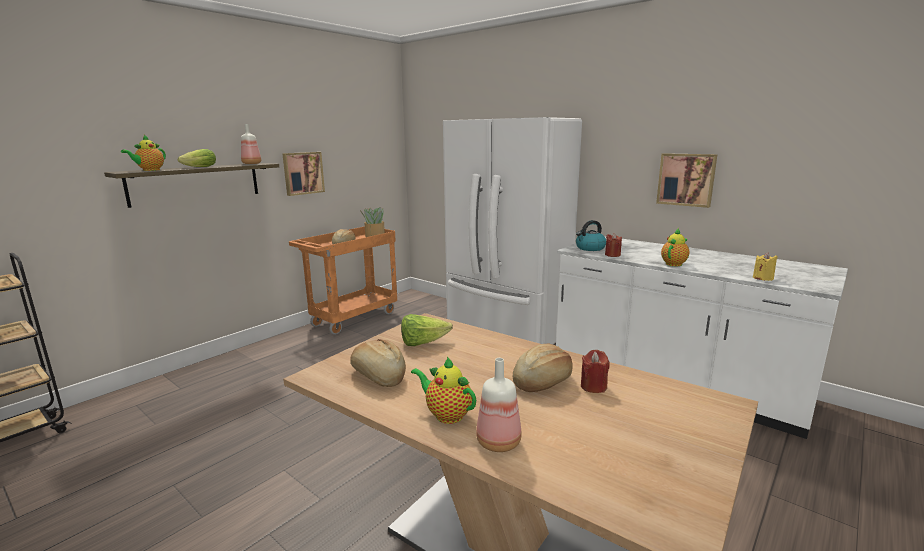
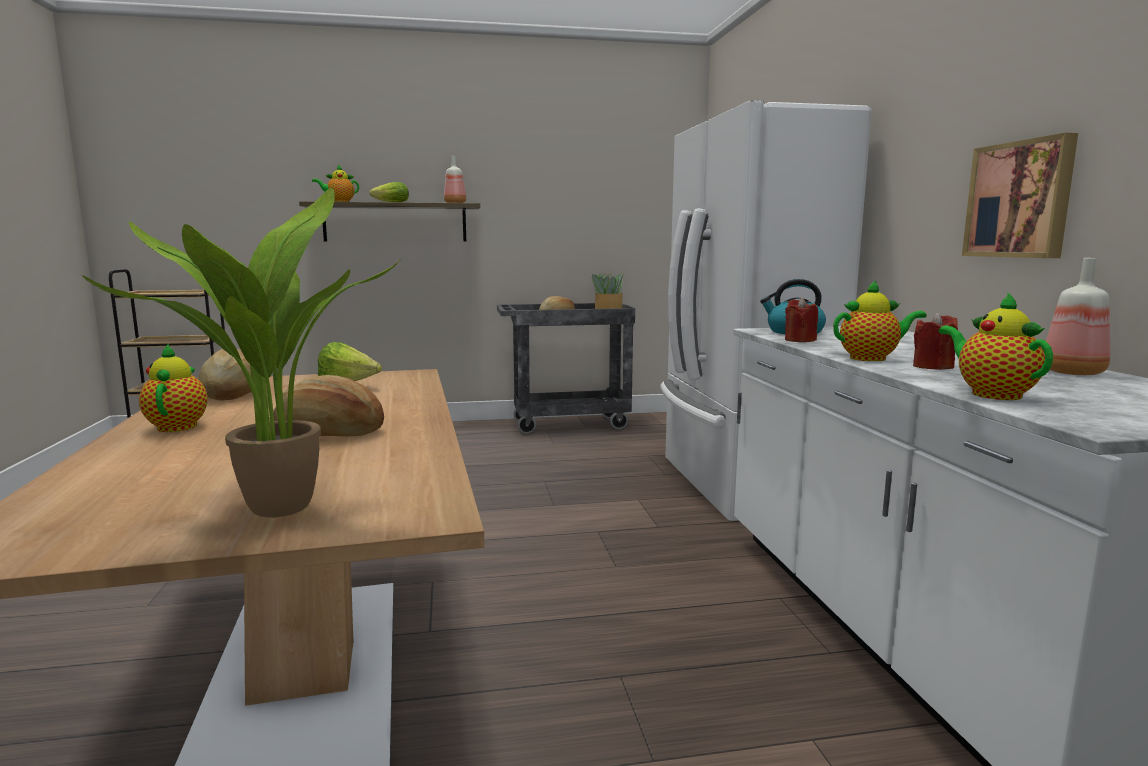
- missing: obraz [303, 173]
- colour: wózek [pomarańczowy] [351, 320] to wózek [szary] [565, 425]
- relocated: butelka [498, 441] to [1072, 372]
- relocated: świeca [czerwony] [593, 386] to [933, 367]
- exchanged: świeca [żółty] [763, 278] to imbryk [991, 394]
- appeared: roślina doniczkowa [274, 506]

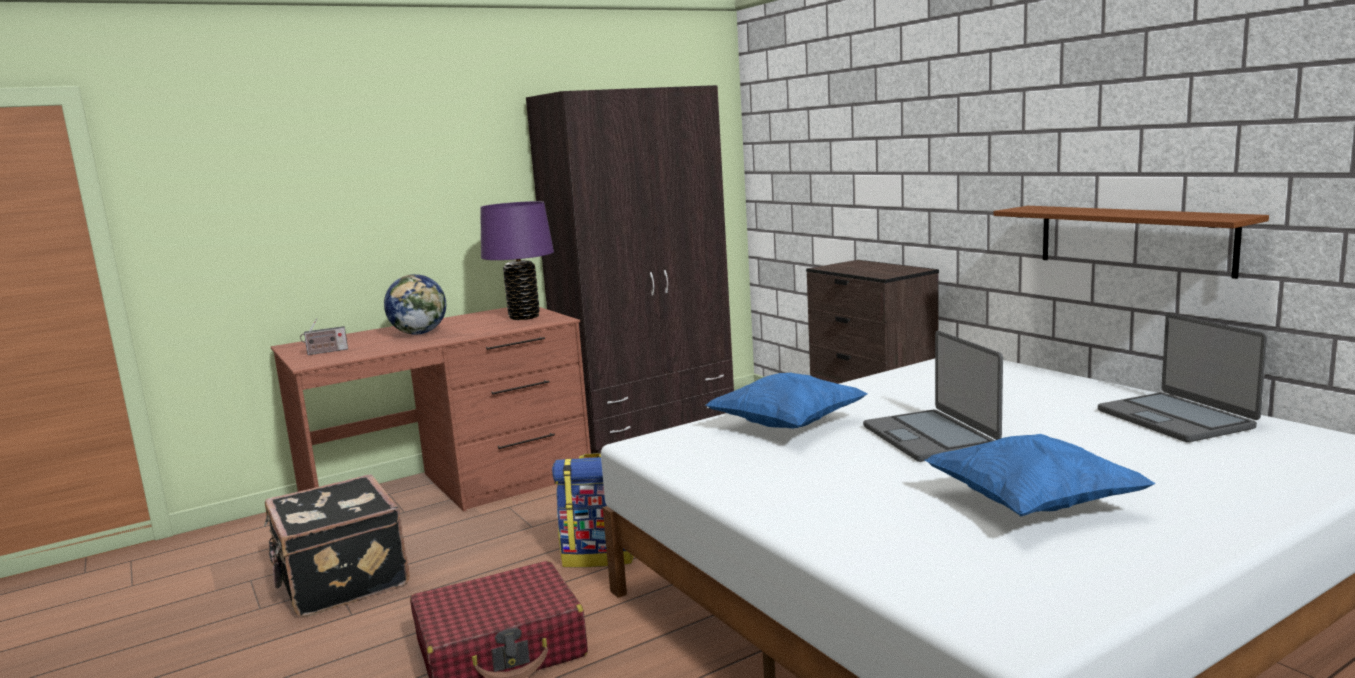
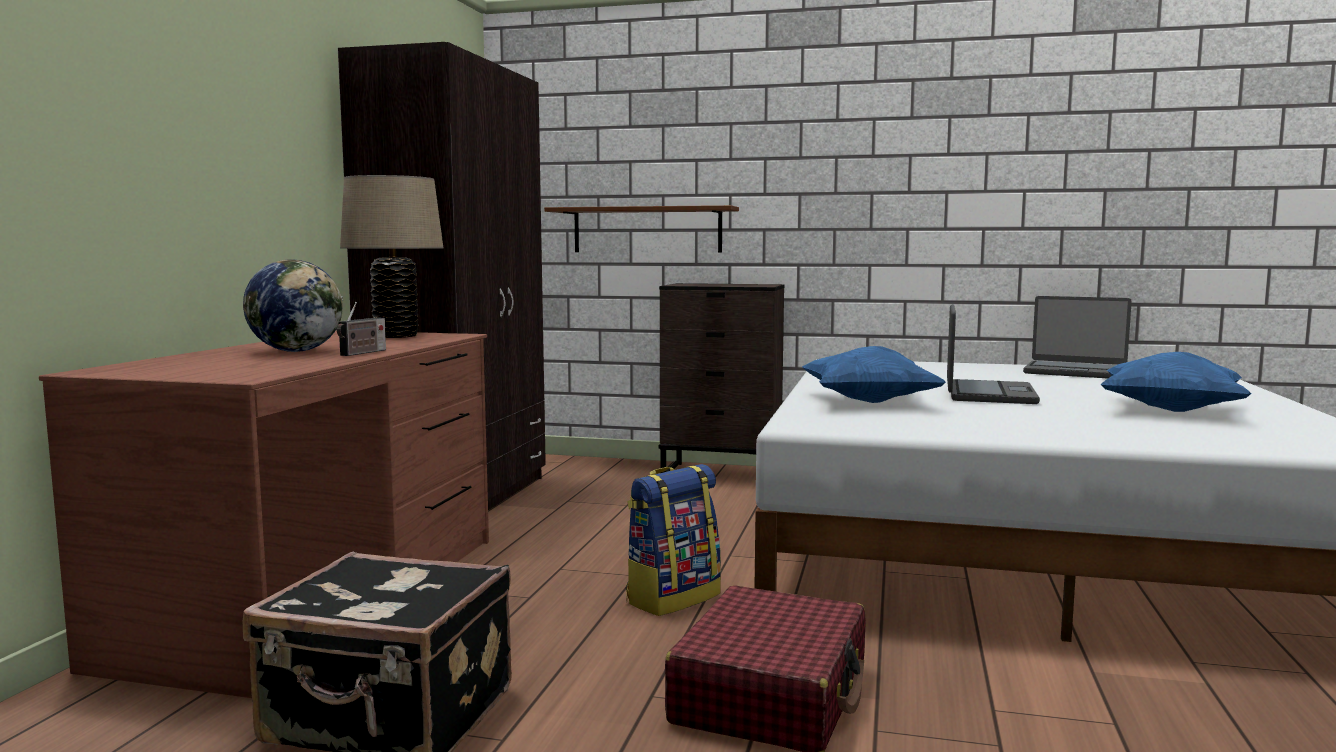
- relocated: radio [325, 352] to [362, 353]
- colour: lampa stołowa [fioletowy] [524, 317] to lampa stołowa [beżowy] [396, 336]
- spun: laptop [930, 437] = [988, 394] 105 degrees counterclockwise
- relocated: półka [brązowy] [1133, 239] to [647, 230]

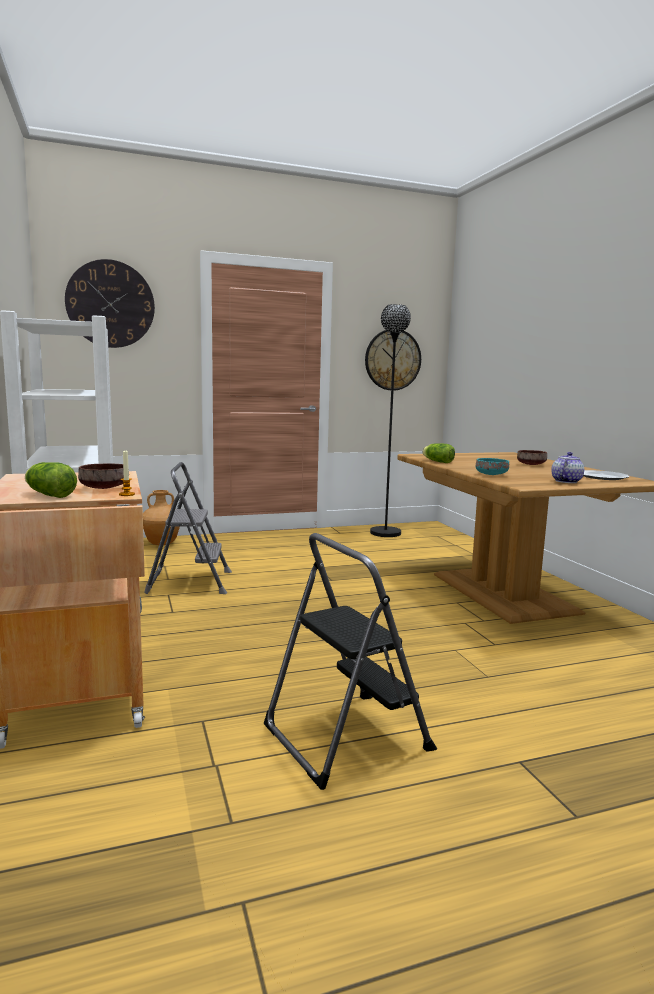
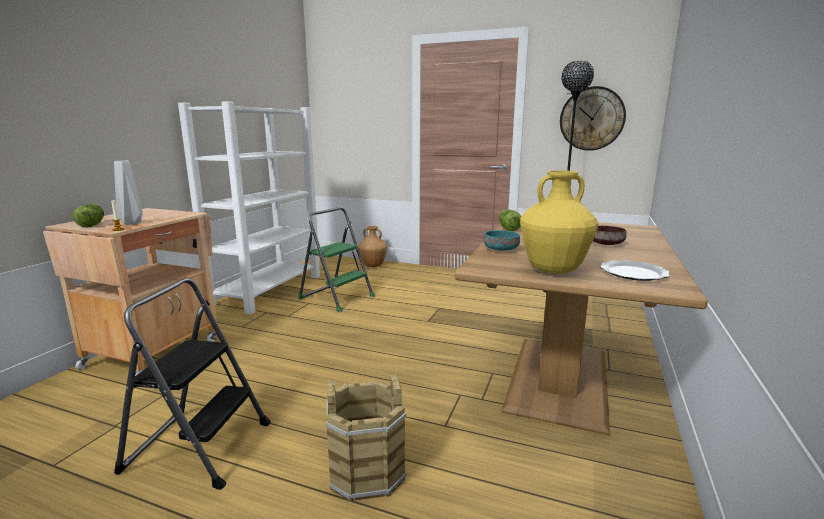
- missing: zegar ścienny [110, 304]
- exchanged: miska [brązowy] [103, 488] to wazon [szary] [133, 223]
- colour: drabinka [szary] [186, 581] to drabinka [zielony] [335, 296]
- exchanged: imbryk [566, 481] to wazon [żółty] [554, 271]
- appeared: wiadro [brązowy] [366, 471]

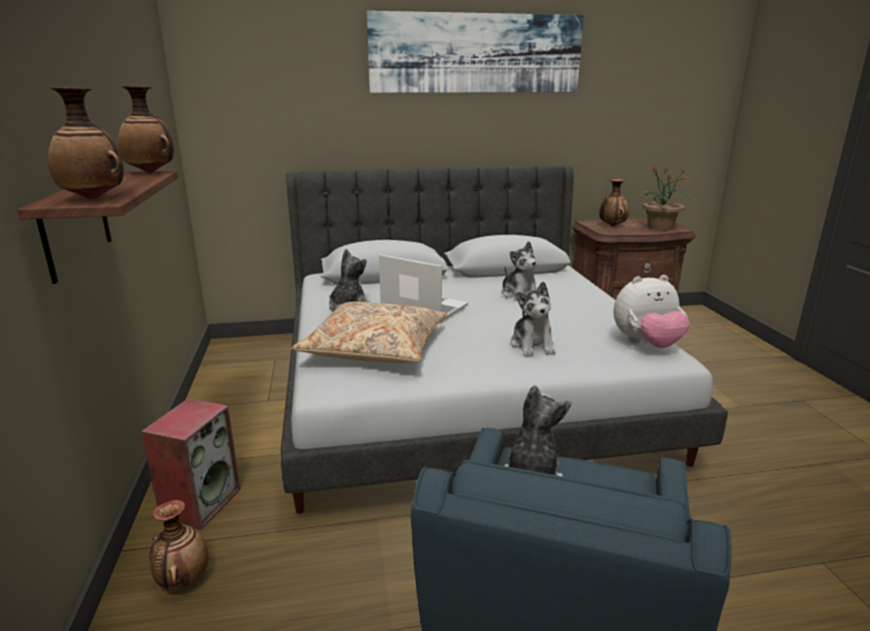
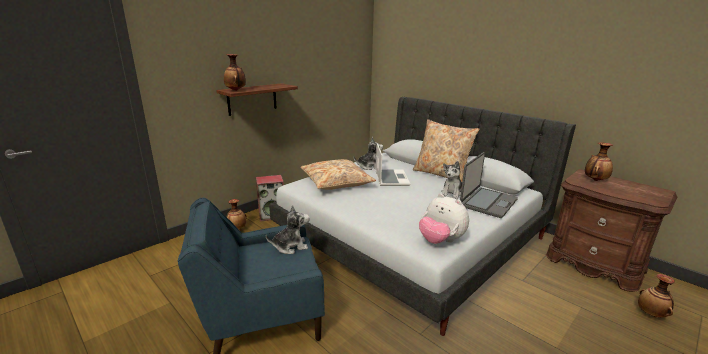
- relocated: wazon [151, 172] to [651, 314]
- missing: obraz [476, 53]
- missing: pluszak [532, 345]
- missing: roślina doniczkowa [660, 227]
- appeared: poduszka [beżowy] [441, 174]
- appeared: laptop [488, 202]

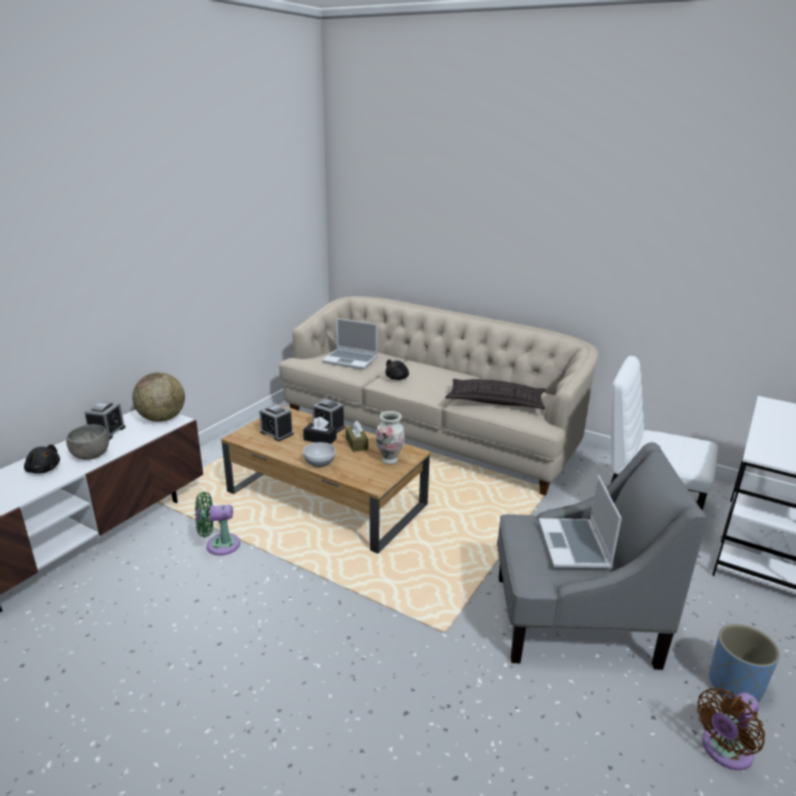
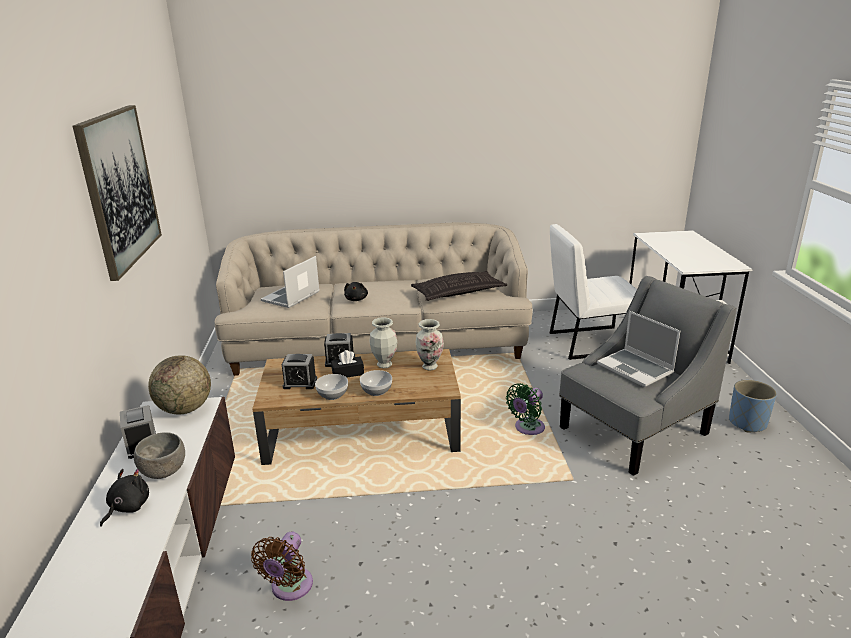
- spun: pluszak [czarny] [43, 469] = [127, 507] 60 degrees counterclockwise
- relocated: wentylator [zielony] [219, 545] to [527, 428]
- spun: laptop [351, 360] = [291, 297] 135 degrees clockwise
- exchanged: pudełko chusteczek [brązowy] [356, 443] to wazon [384, 365]
- relocated: wentylator [brązowy] [724, 751] to [289, 588]
- appeared: obraz [119, 188]
- appeared: miska [332, 394]

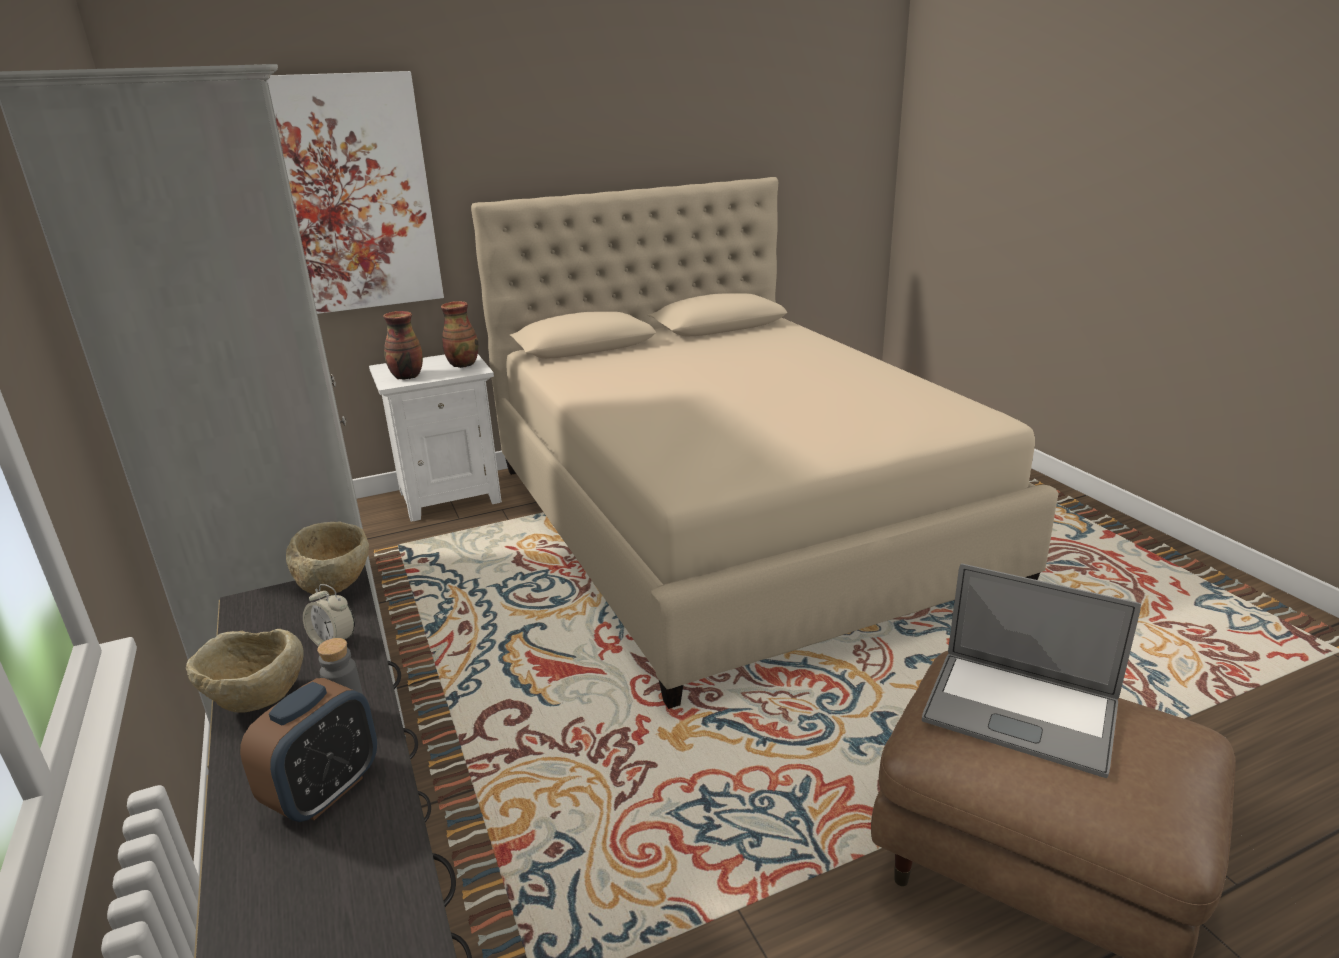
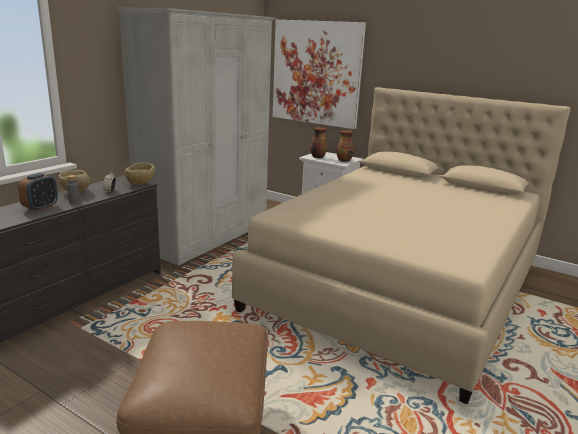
- spun: budzik [325, 791] = [40, 207] 60 degrees counterclockwise
- missing: laptop [1020, 711]

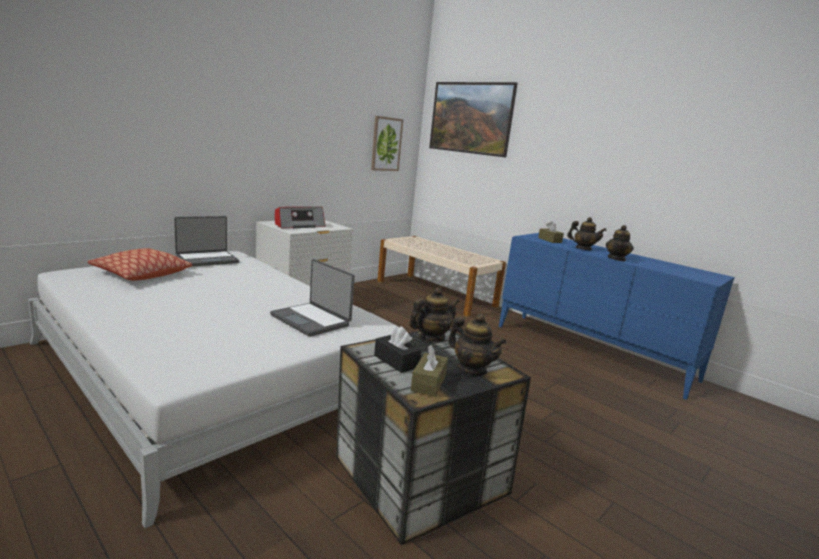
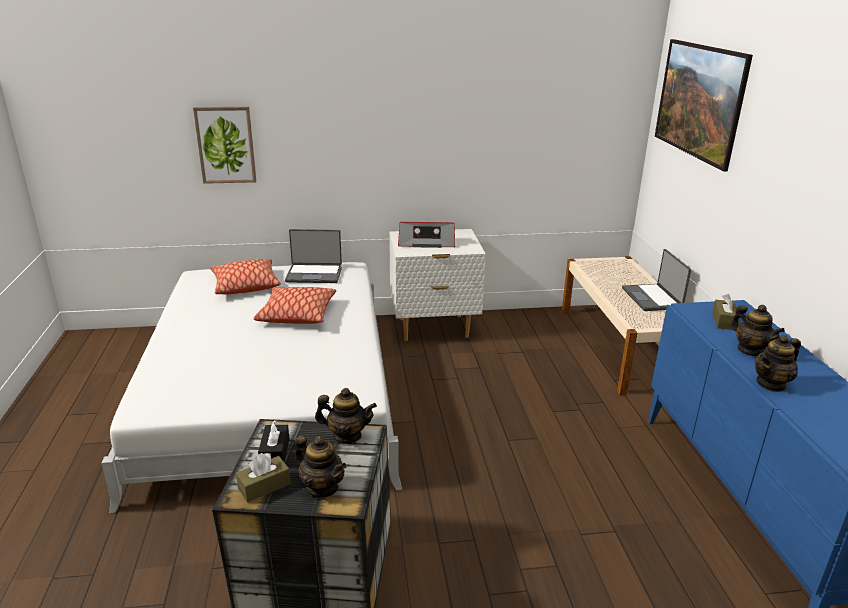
- relocated: laptop [311, 320] to [652, 298]
- relocated: obraz [386, 144] to [226, 145]
- spun: imbryk [472, 370] = [322, 487] 45 degrees counterclockwise
- appeared: poduszka [297, 314]

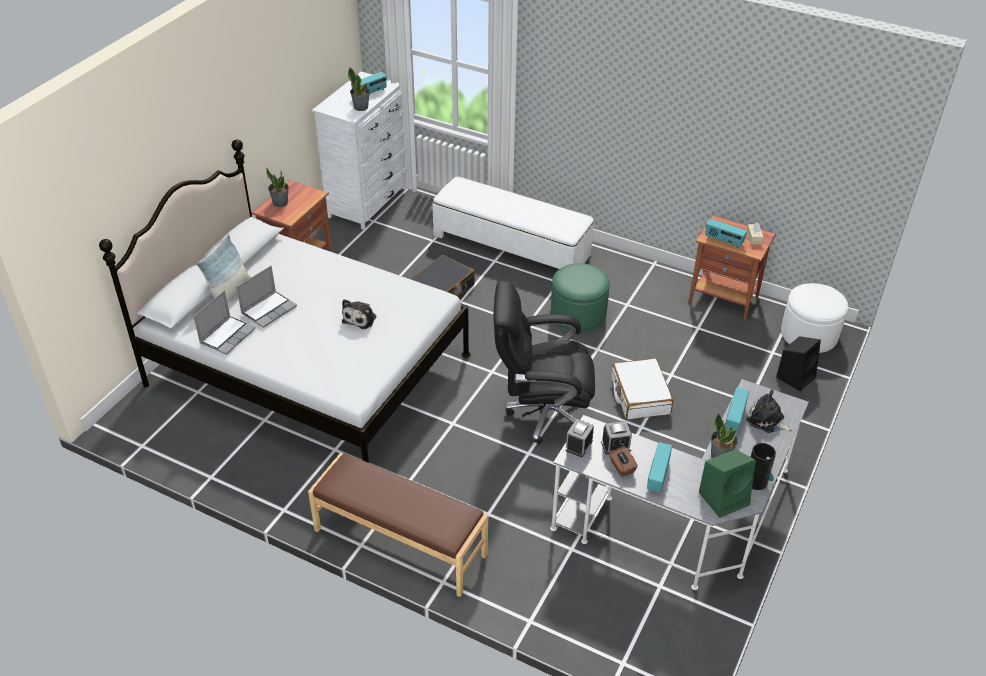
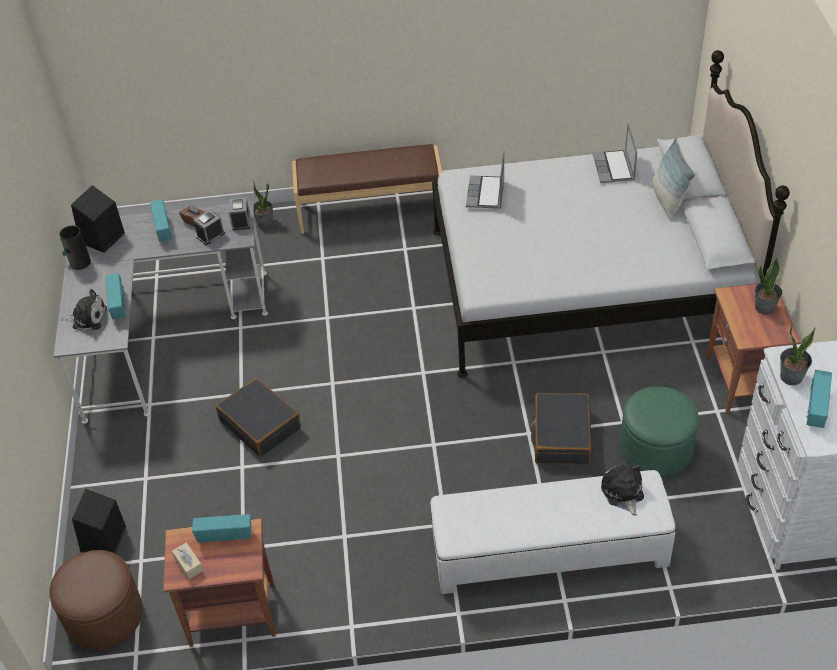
- relocated: laptop [269, 309] to [486, 194]
- relocated: pluszak [360, 318] to [623, 493]
- missing: krzesło biurowe [czarny] [542, 414]
- relocated: pufa [zielony] [578, 313] to [656, 448]
- colour: walizka [biały] [640, 396] to walizka [czarny] [260, 424]
- colour: głośnik [zielony] [724, 498] to głośnik [czarny] [101, 239]
- relocated: roślina doniczkowa [720, 455] to [265, 222]
- colour: pufa [biały] [809, 334] to pufa [brązowy] [104, 615]

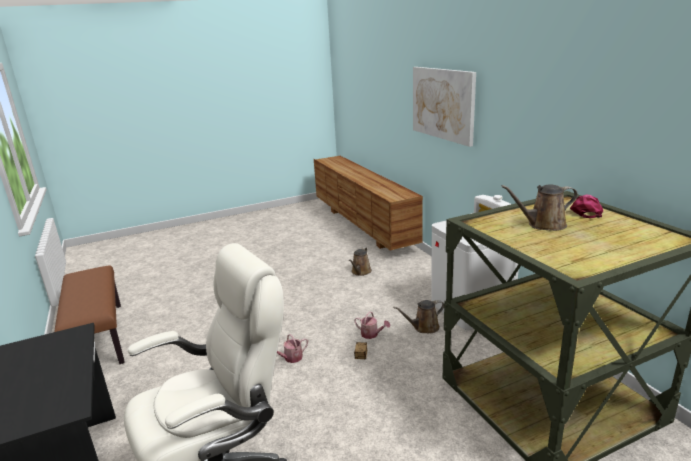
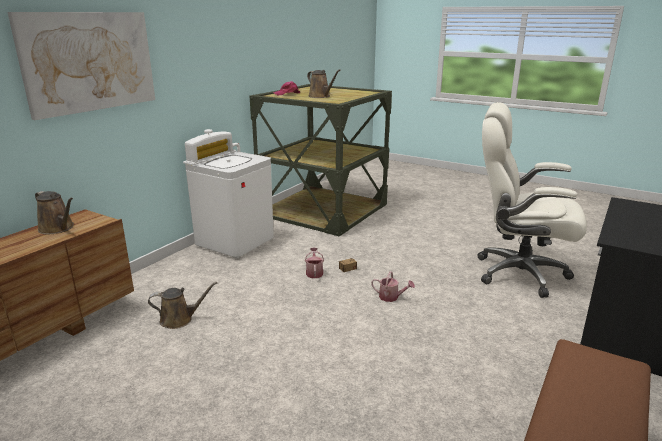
- relocated: konewka [brązowy] [423, 327] to [58, 228]

